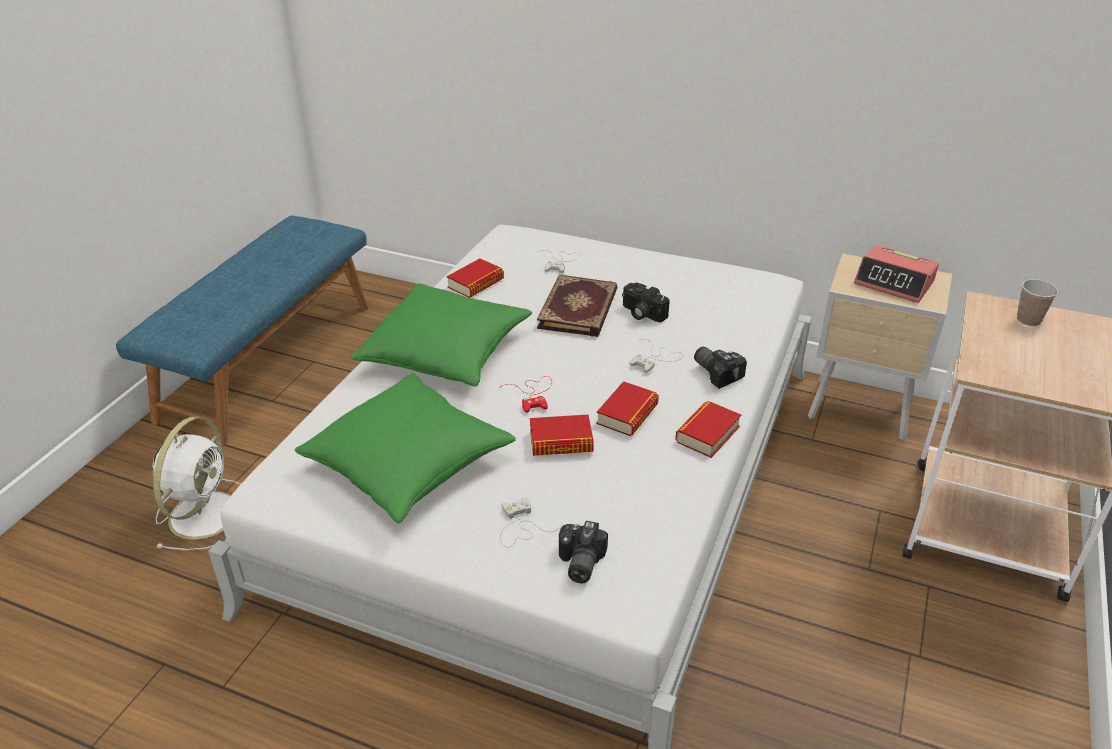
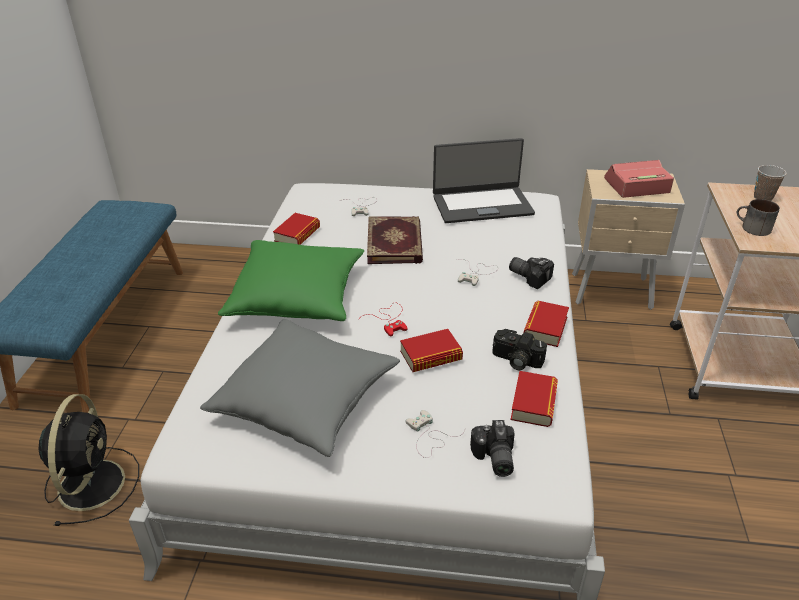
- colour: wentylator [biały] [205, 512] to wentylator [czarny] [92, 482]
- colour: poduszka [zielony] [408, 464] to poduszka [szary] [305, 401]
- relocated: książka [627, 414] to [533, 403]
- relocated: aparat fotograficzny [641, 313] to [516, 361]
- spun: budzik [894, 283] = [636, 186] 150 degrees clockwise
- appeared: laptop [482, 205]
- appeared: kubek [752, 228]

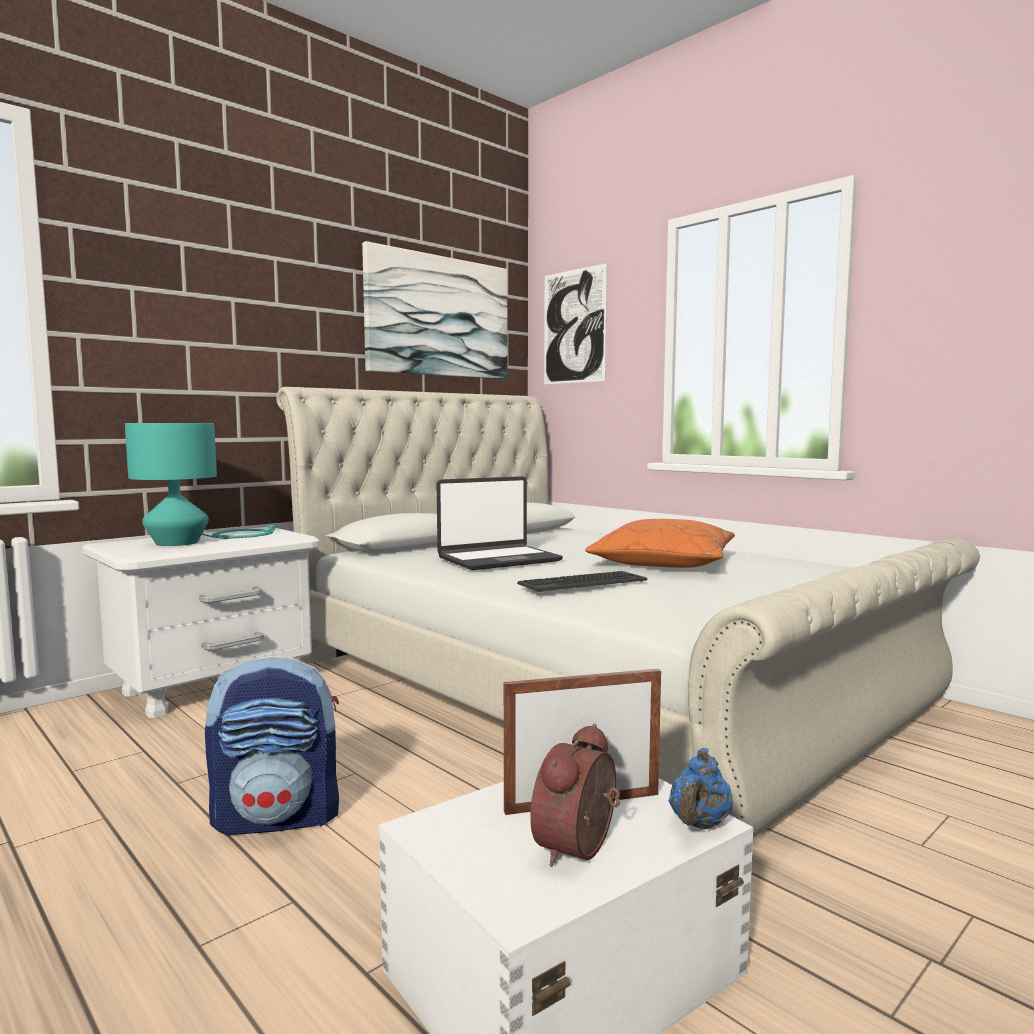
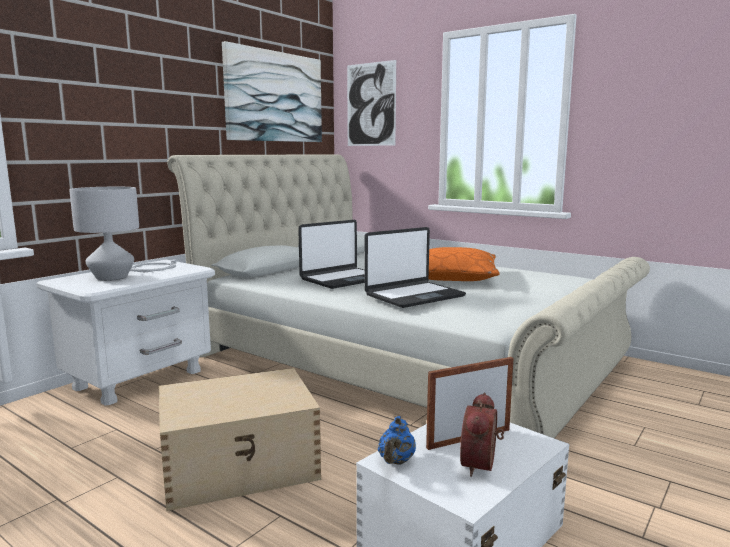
- colour: lampa stołowa [turkusowy] [204, 539] to lampa stołowa [szary] [129, 273]
- exchanged: plecak [278, 817] to pojemnik do przechowywania [beżowy] [241, 465]
- exchanged: klawiatura [582, 582] to laptop [414, 296]
- relocated: imbryk [niebieski] [699, 824] to [396, 461]

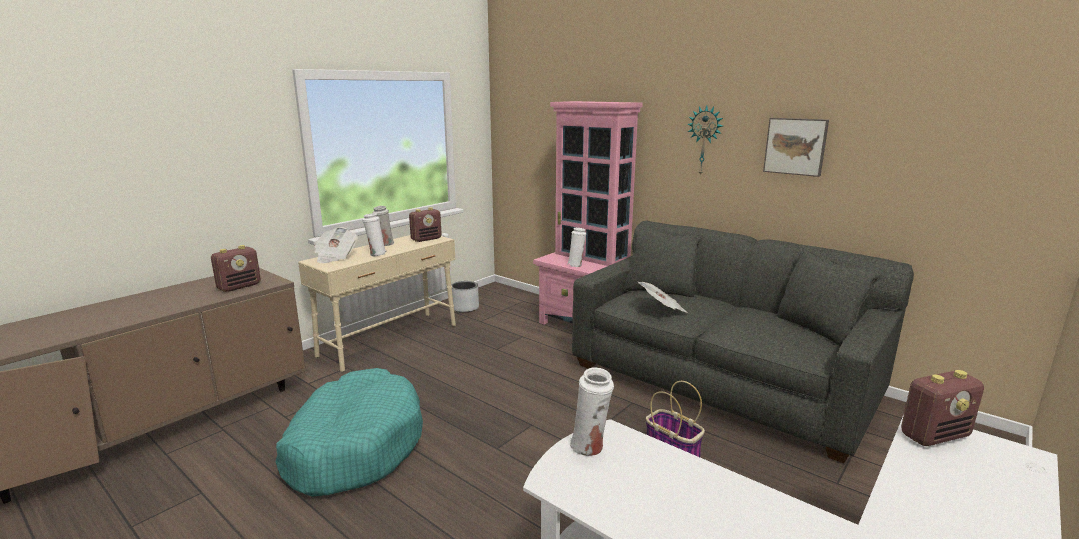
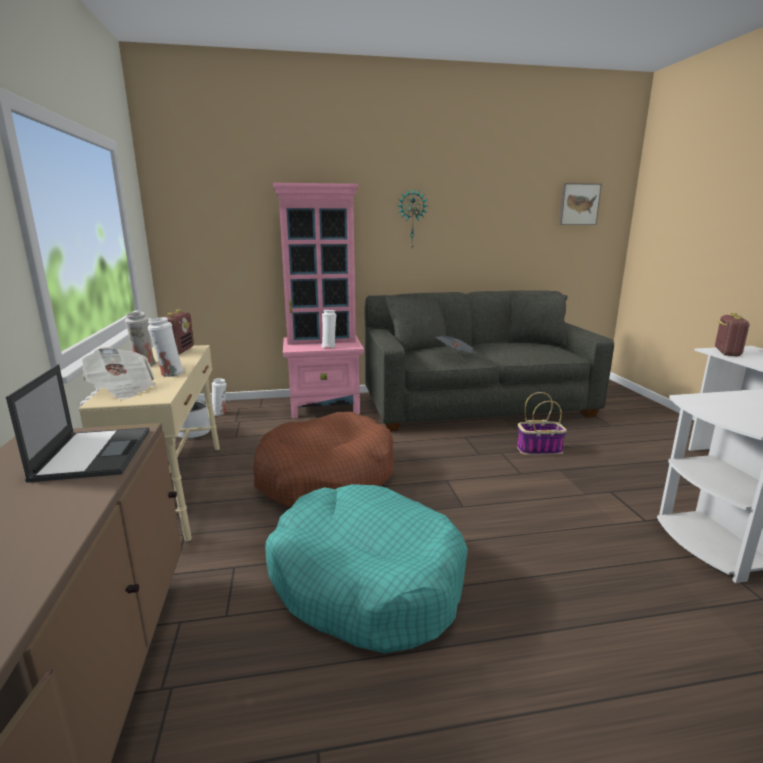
- exchanged: radio [239, 286] to laptop [94, 453]
- relocated: wazon [biały] [590, 448] to [220, 413]
- relocated: obraz [795, 146] to [578, 204]
- appeared: legowisko [brązowy] [325, 476]

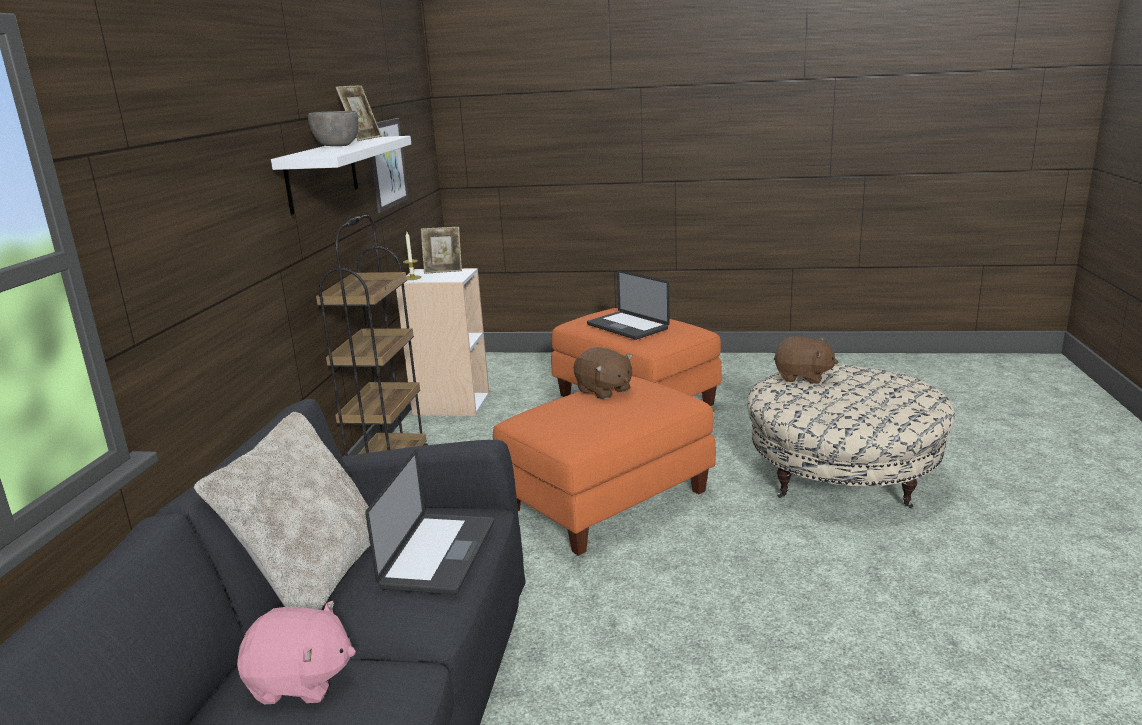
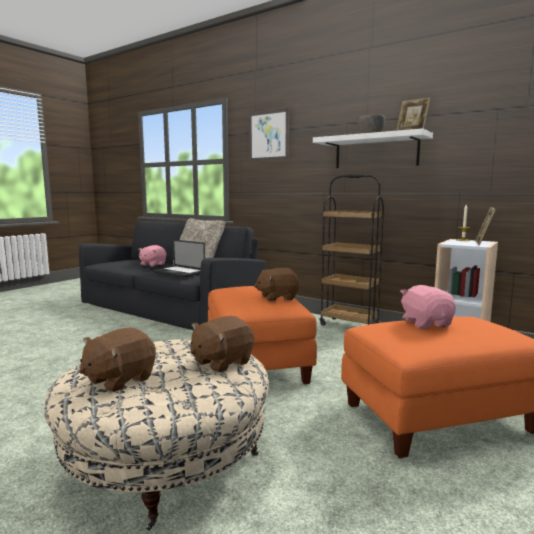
- relocated: obraz [387, 164] to [268, 135]
- exchanged: laptop [627, 327] to pluszak [różowy] [426, 323]
- appeared: pluszak [brązowy] [119, 379]

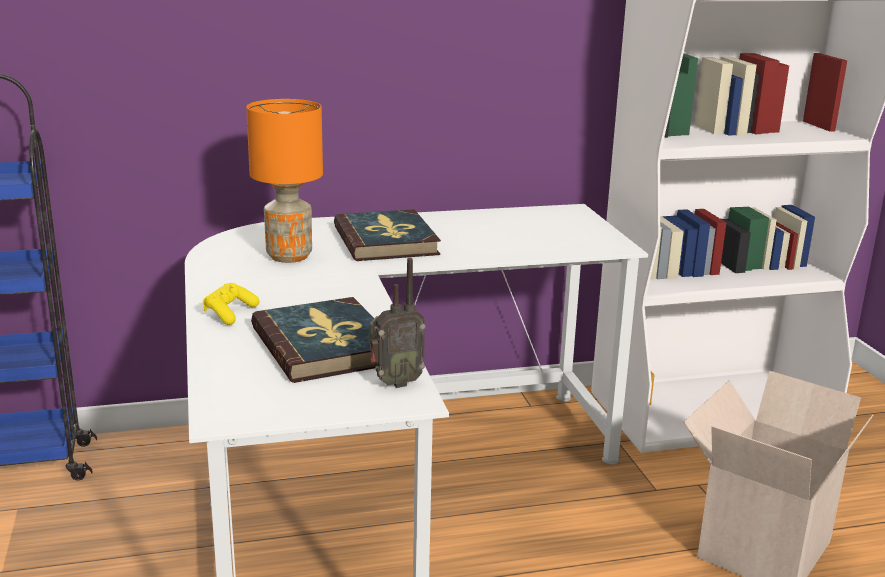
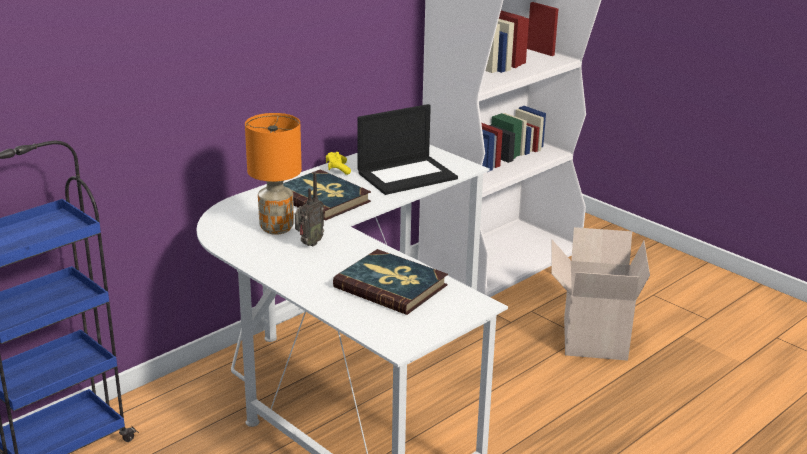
- relocated: pad do gier [żółty] [230, 313] to [337, 169]
- relocated: radio [394, 383] to [308, 244]
- appeared: laptop [407, 175]

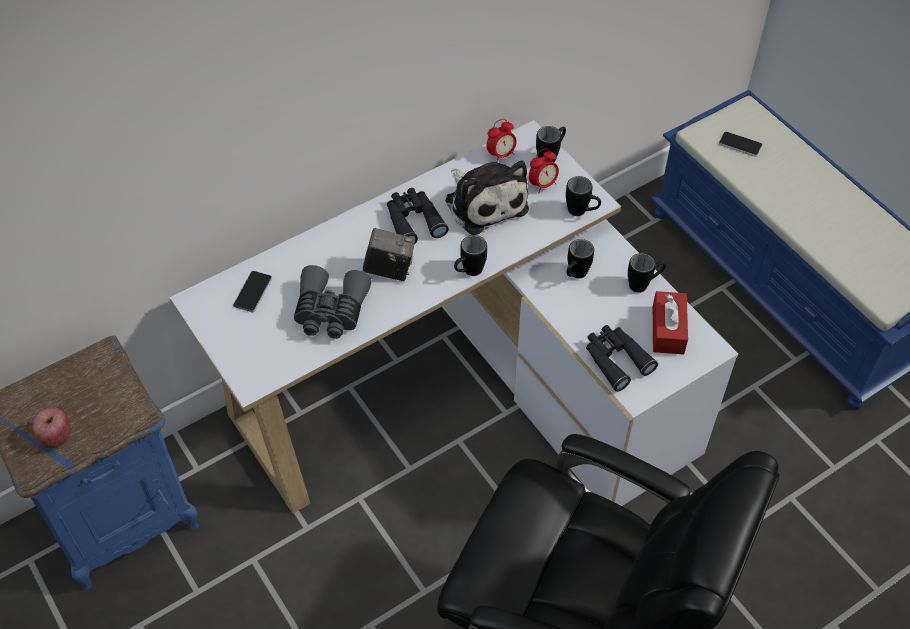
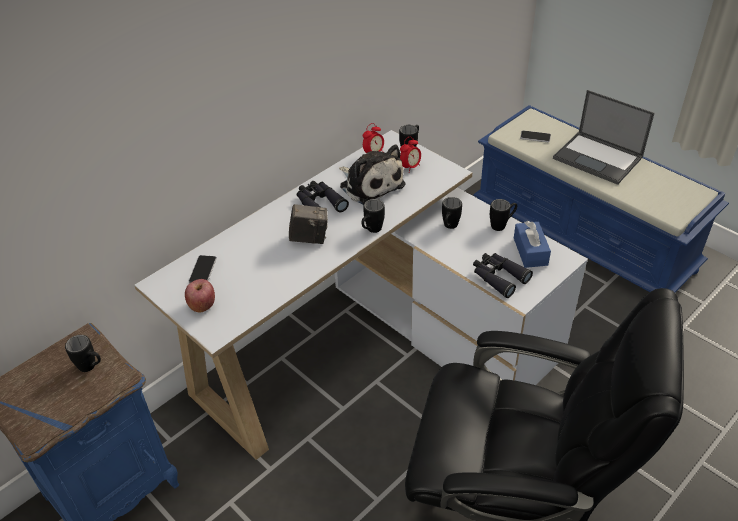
- relocated: jabłko [56, 437] to [202, 305]
- missing: lornetka [szary] [330, 311]
- relocated: kubek [czarny] [582, 212] to [91, 367]
- colour: pudełko chusteczek [czerwony] [668, 330] to pudełko chusteczek [niebieski] [530, 251]
- appeared: laptop [599, 158]

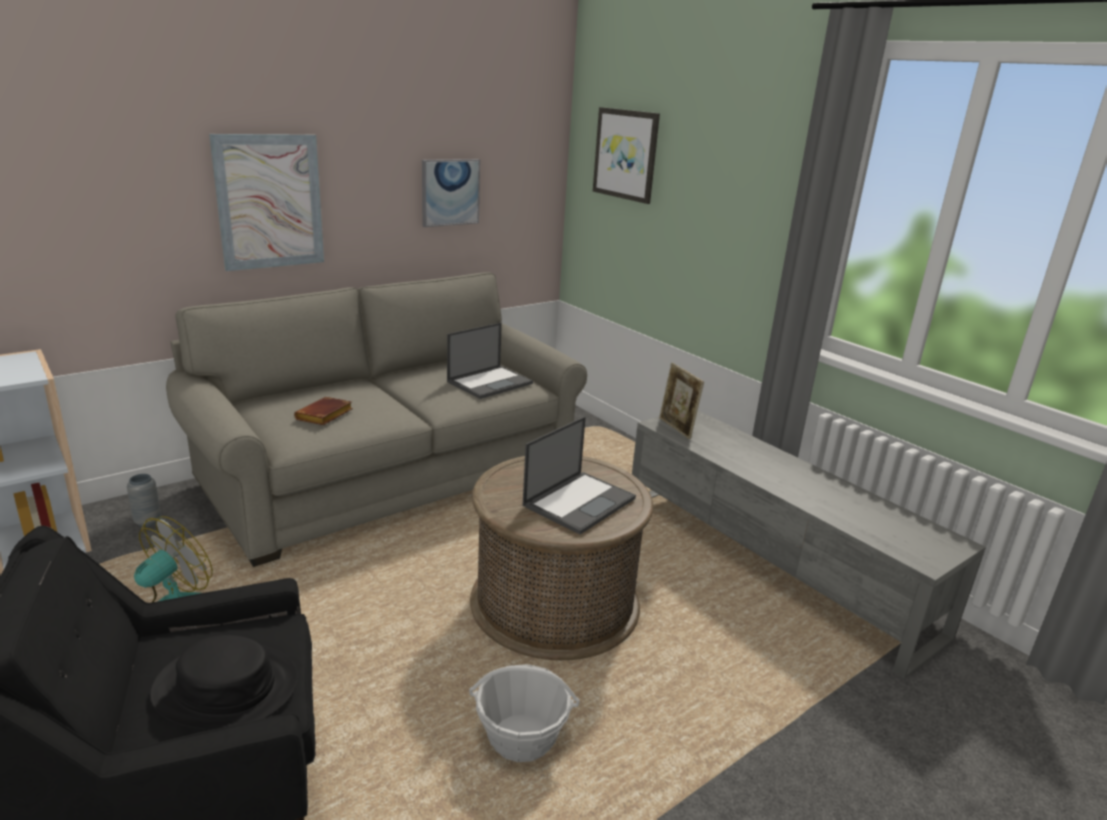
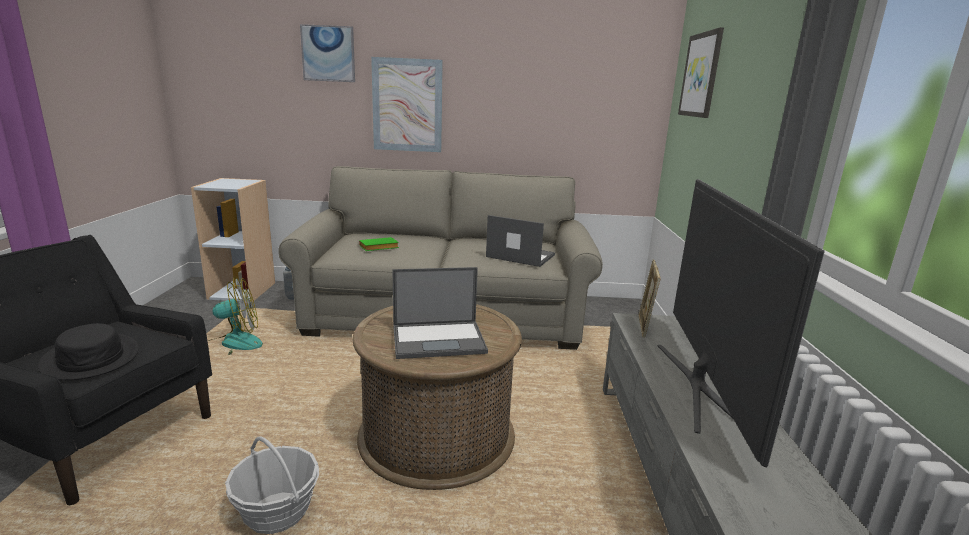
- colour: książka [brązowy] [324, 416] to książka [zielony] [378, 248]
- relocated: obraz [450, 192] to [328, 53]
- spun: laptop [490, 382] = [519, 256] 150 degrees counterclockwise
- appeared: telewizor [702, 386]

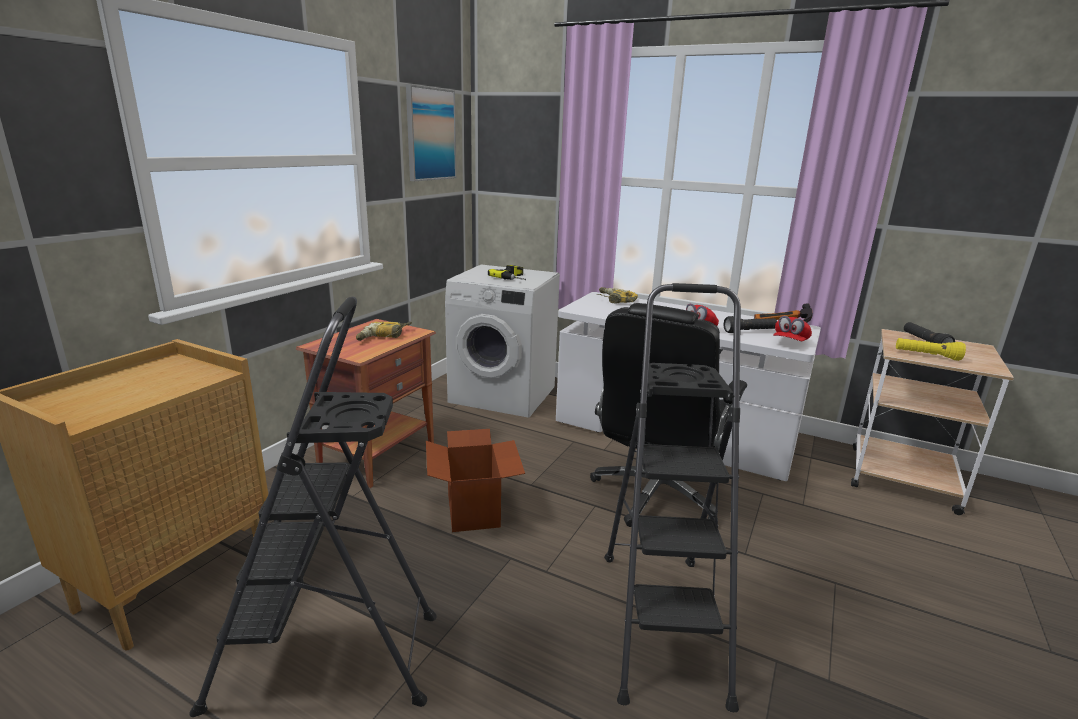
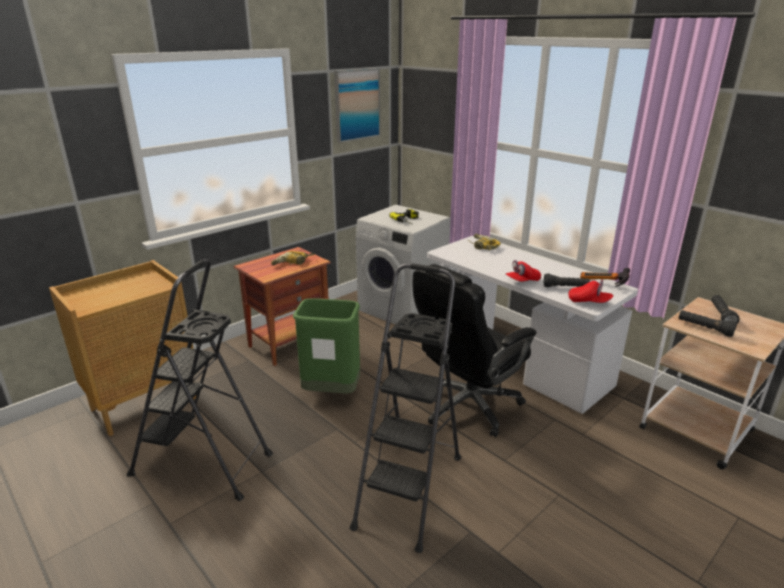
- exchanged: karton [474, 509] to kosz na śmieci [zielony] [331, 392]
- spun: czapka z daszkiem [czerwony] [790, 343] = [589, 302] 120 degrees counterclockwise
- colour: latarka [żółty] [926, 356] to latarka [czarny] [704, 329]

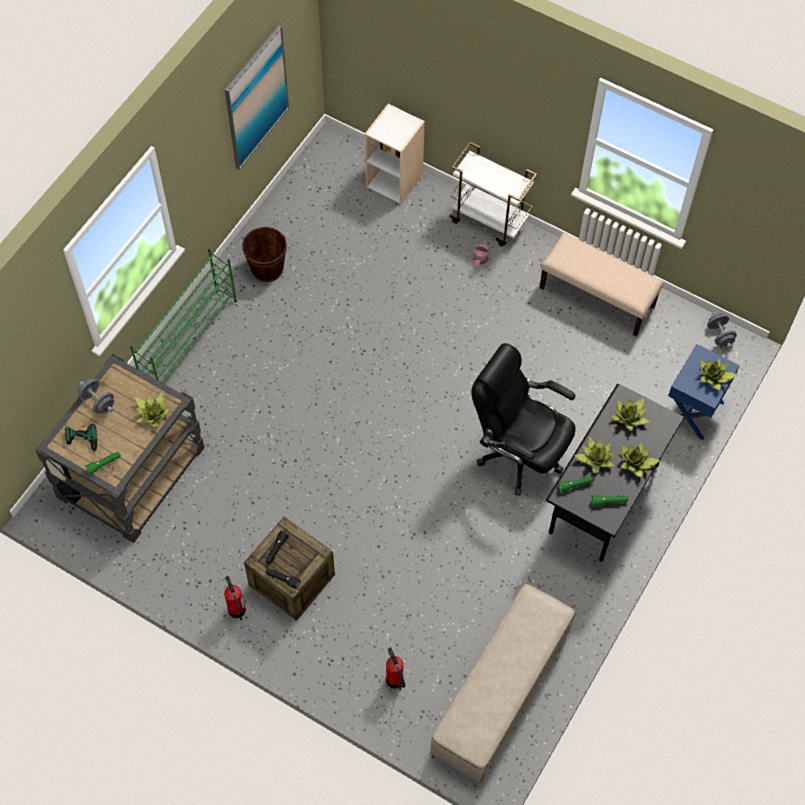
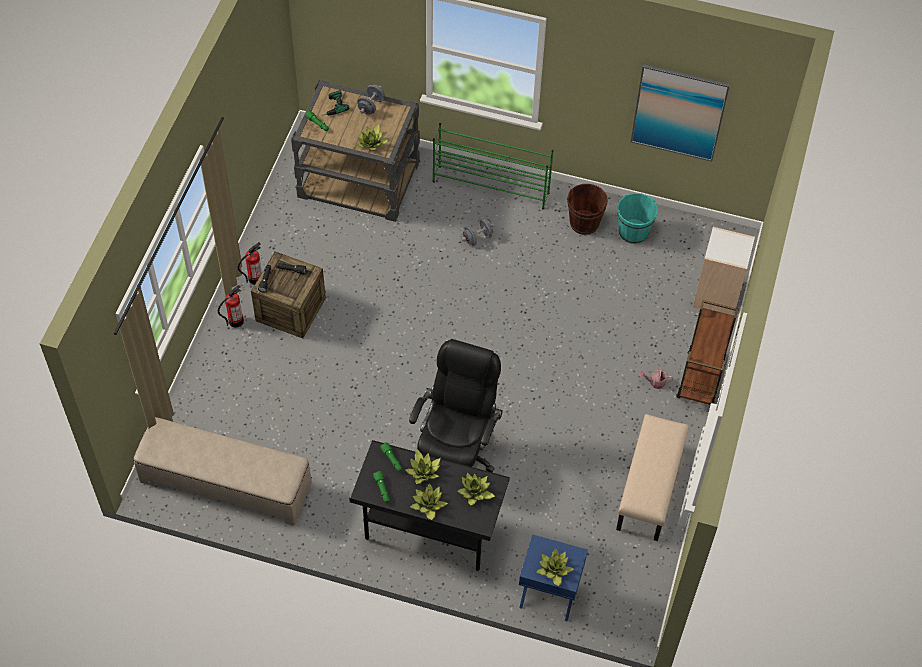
- relocated: gaśnica [394, 680] to [235, 321]
- colour: wózek [biały] [489, 223] to wózek [brązowy] [699, 382]
- relocated: hantel [szary] [719, 335] to [477, 238]
- appeared: wiadro [turkusowy] [633, 232]

